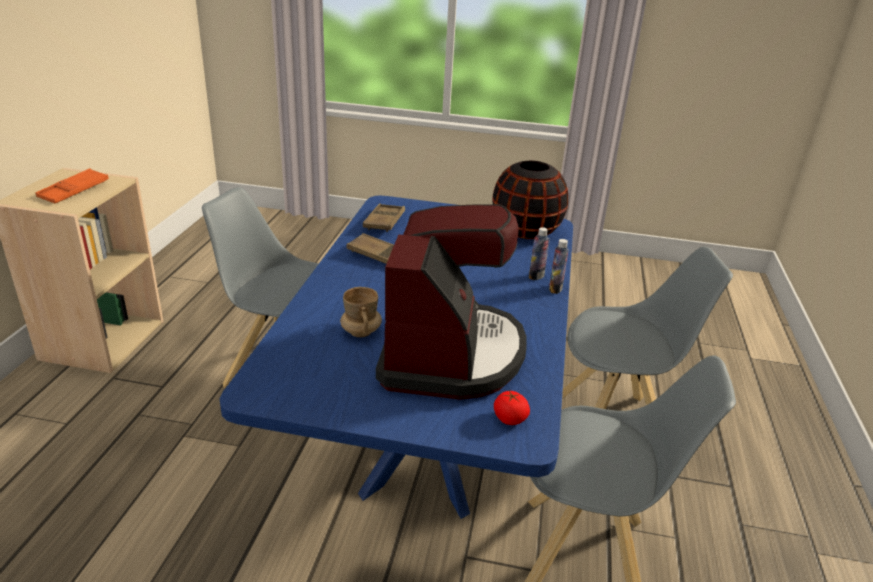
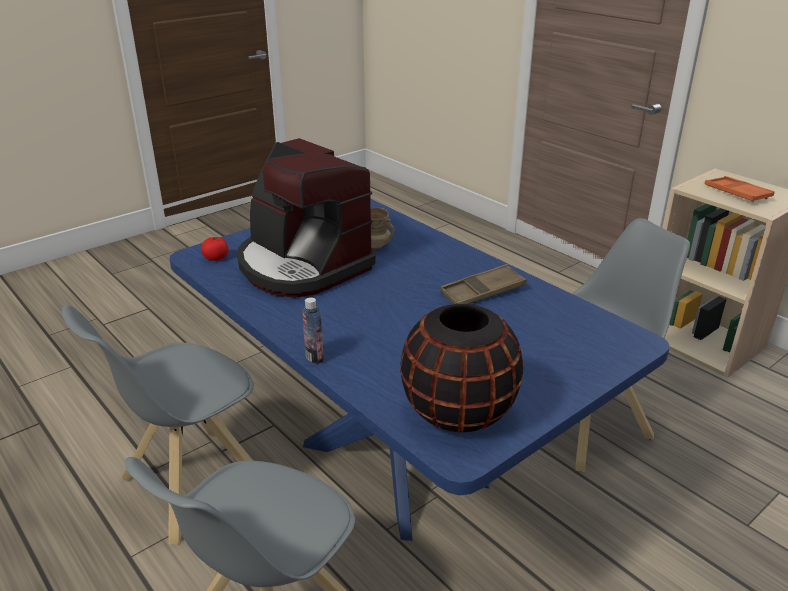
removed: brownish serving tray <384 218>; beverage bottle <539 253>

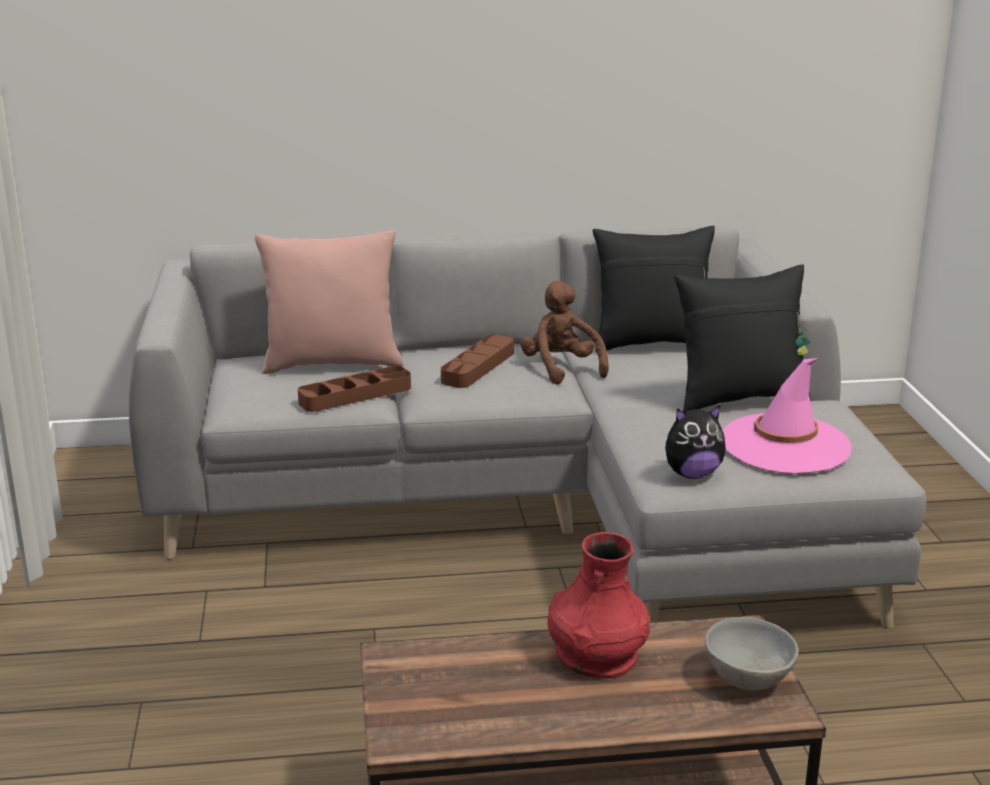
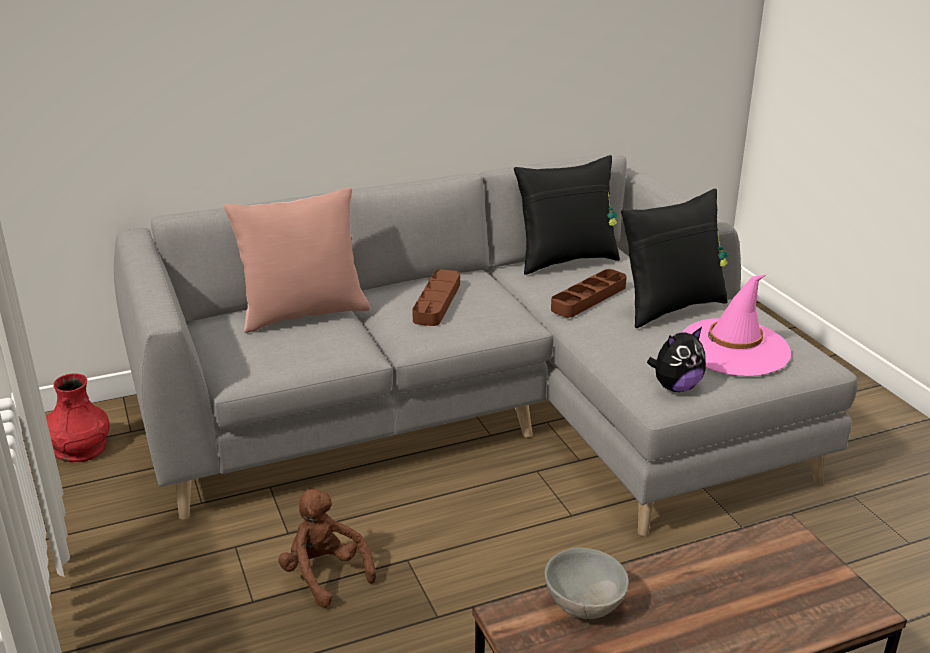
moved: reddish flower vase <599 605> to <77 417>; brownish soft toy <564 333> to <327 548>; greyish deep dish <752 653> to <586 583>; brownish serving tray <354 389> to <589 293>

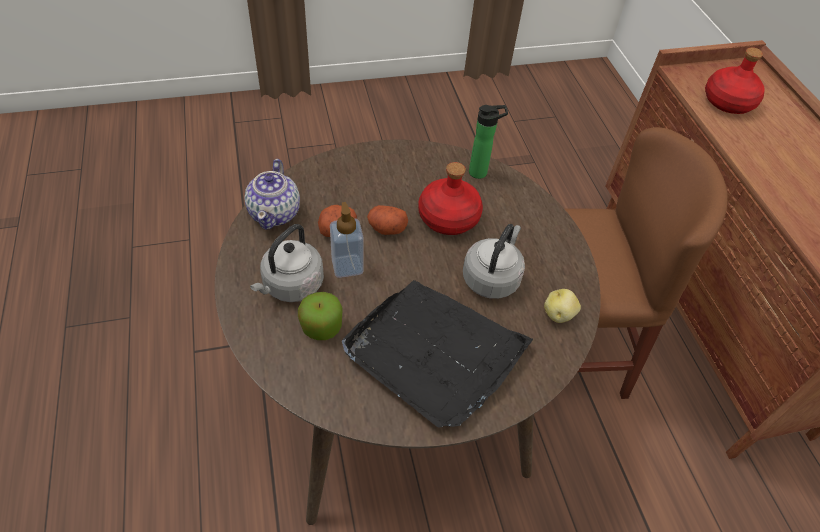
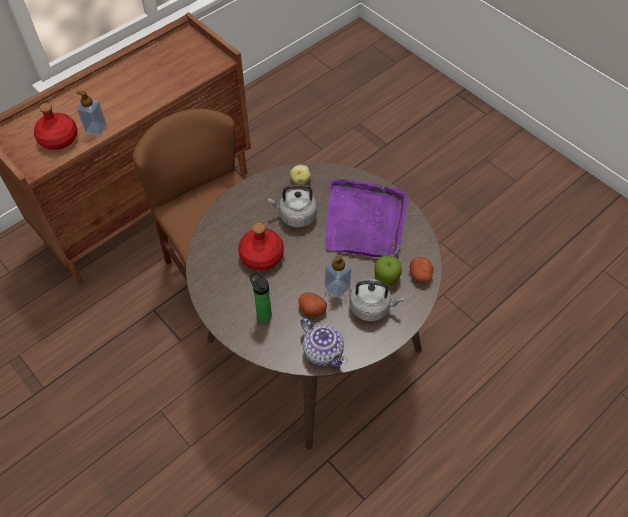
added: soap bottle <91 113>
moved: beverage bottle <488 142> to <260 296>; whole potato <387 220> to <421 270>
recoloured: black-coloured serving tray <437 353> to purple-coloured serving tray <366 218>
turned: teapot <272 194> = <323 342> 75 degrees clockwise

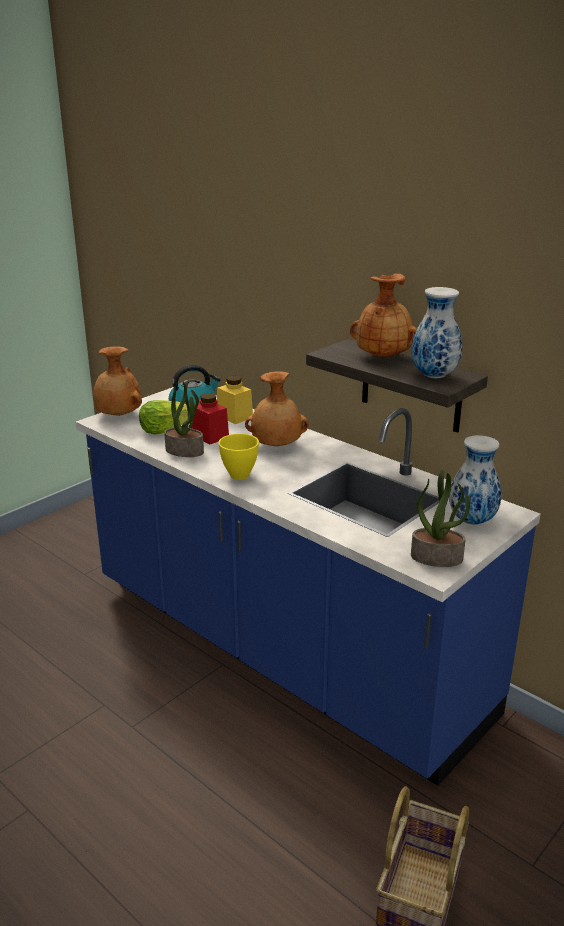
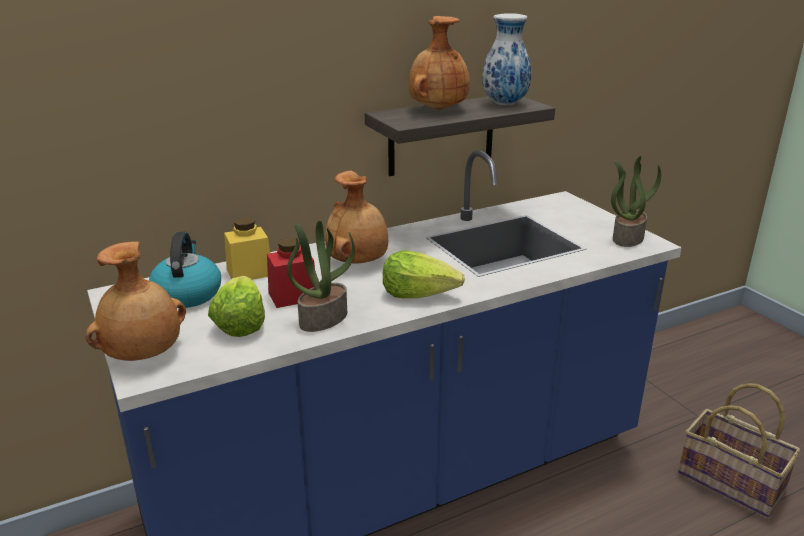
removed: flower vase <475 480>
replaced: yellow-coloured deep dish <238 457> to lettuce head <424 274>

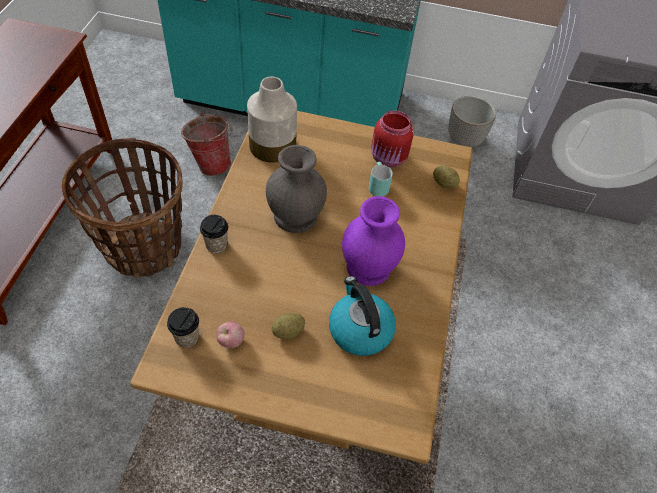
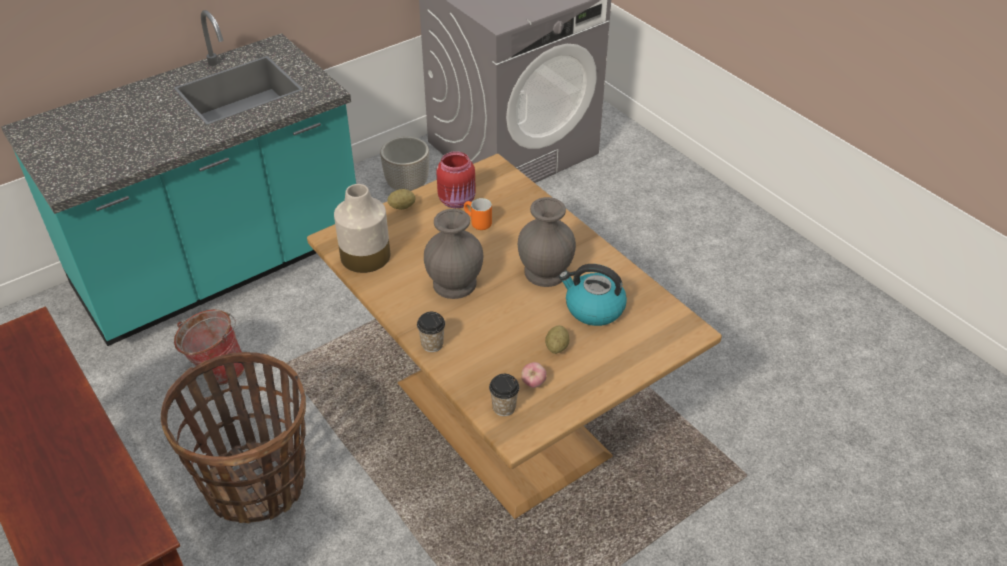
moved: whole potato <446 177> to <402 199>
recoloured: turquoise-coloured coffee mug <381 179> to orange-coloured coffee mug <478 214>; purple-coloured flower vase <373 241> to greyish flower vase <547 242>

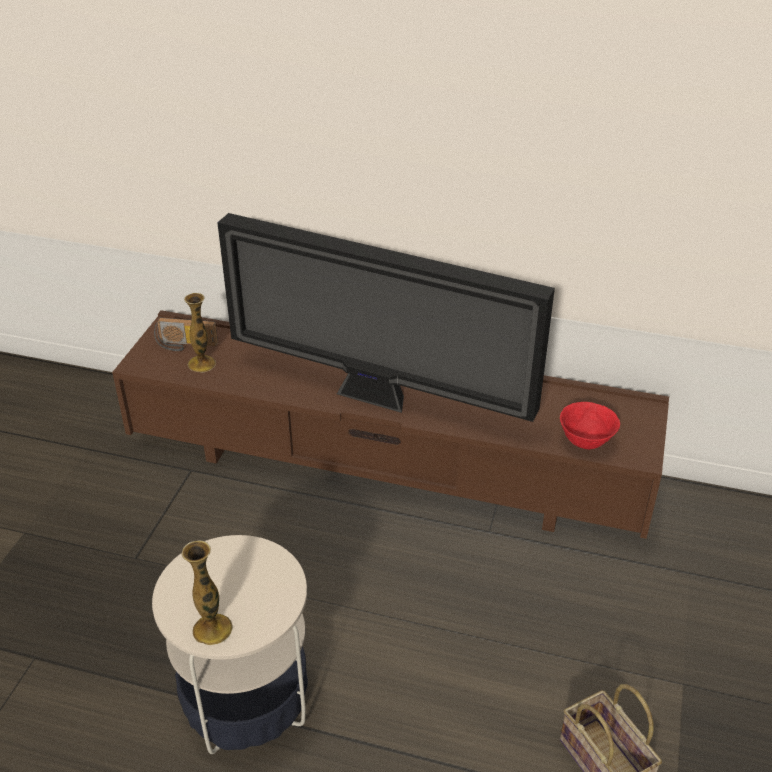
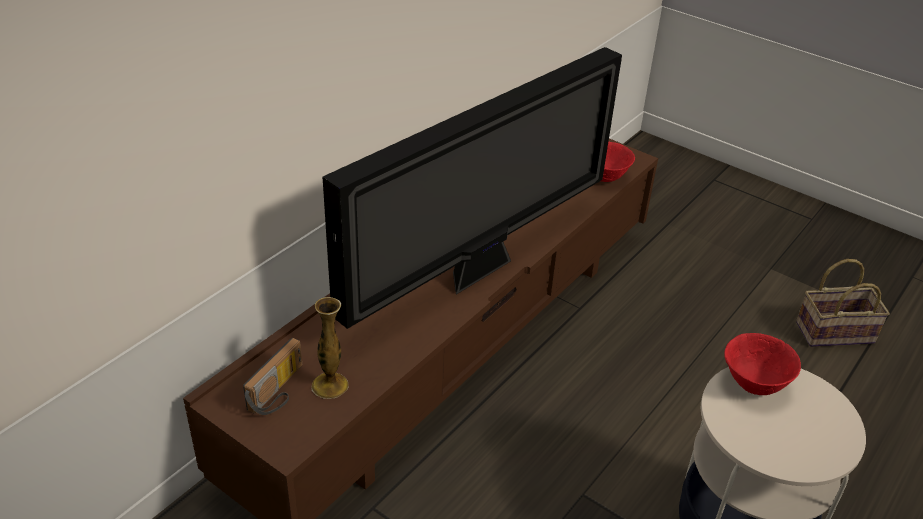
removed: flower vase <207 592>
added: reddish deep dish <762 364>

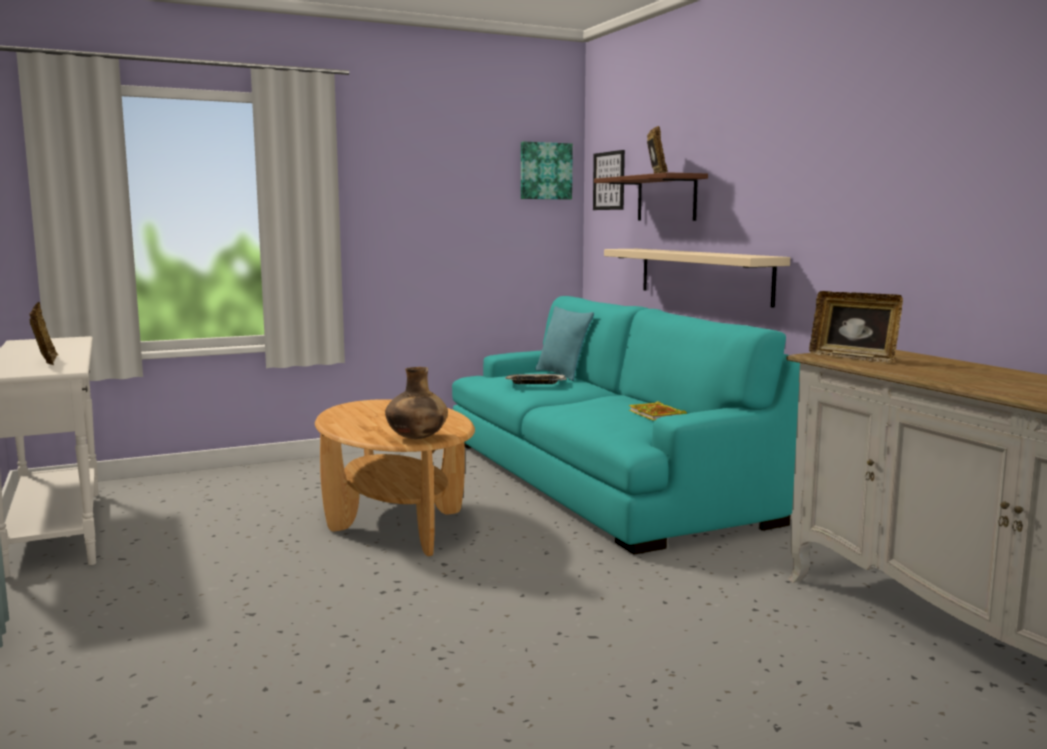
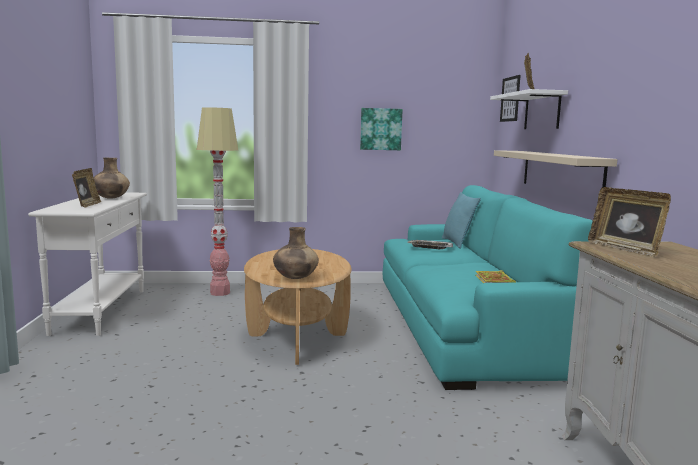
added: brownish flower vase <112 178>; floor lamp <217 201>
moved: wall picture <547 170> to <381 129>
recoloured: brownish wall shelf <651 196> to white-coloured wall shelf <529 109>

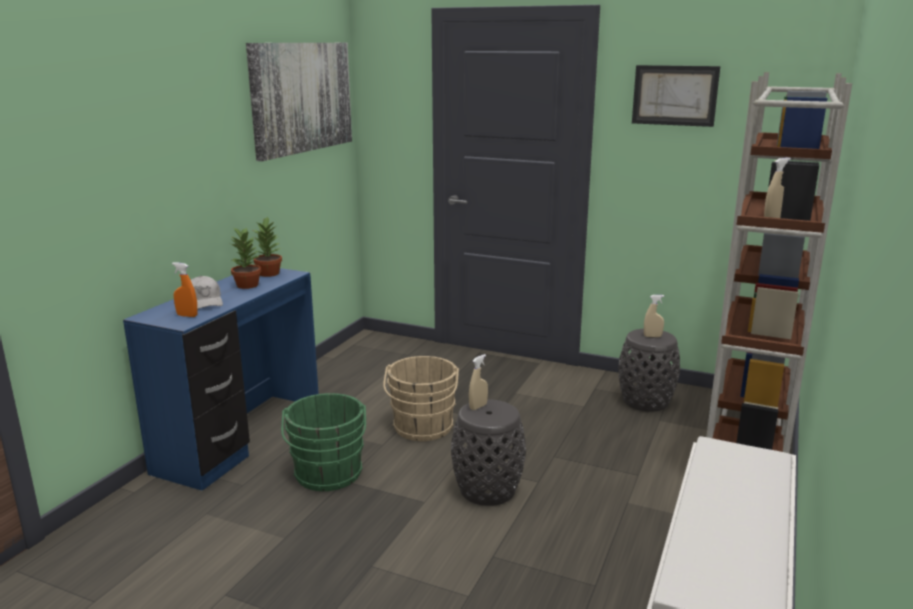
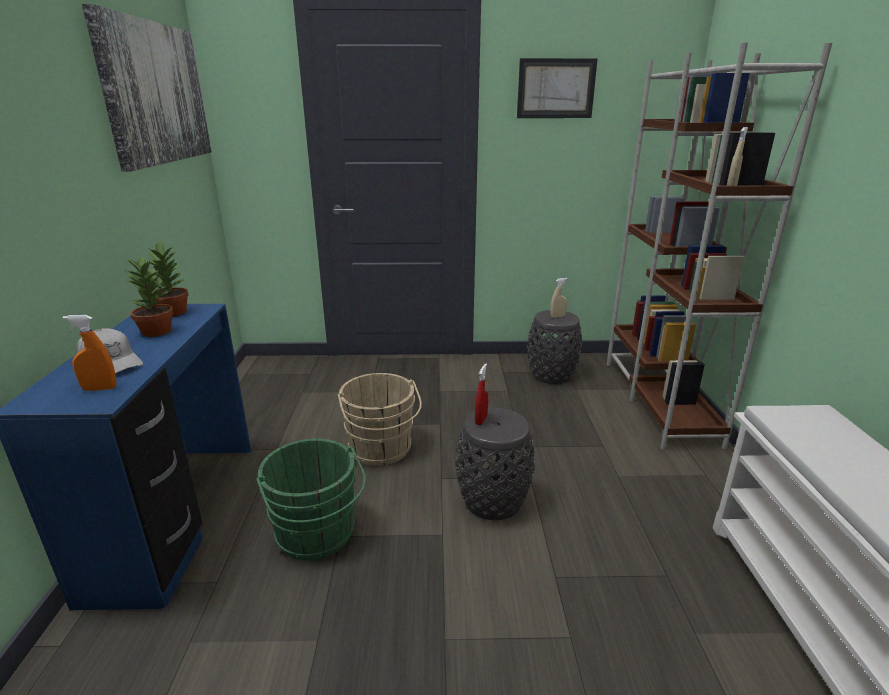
recoloured: sand-coloured spray bottle <478 382> to reddish spray bottle <481 394>

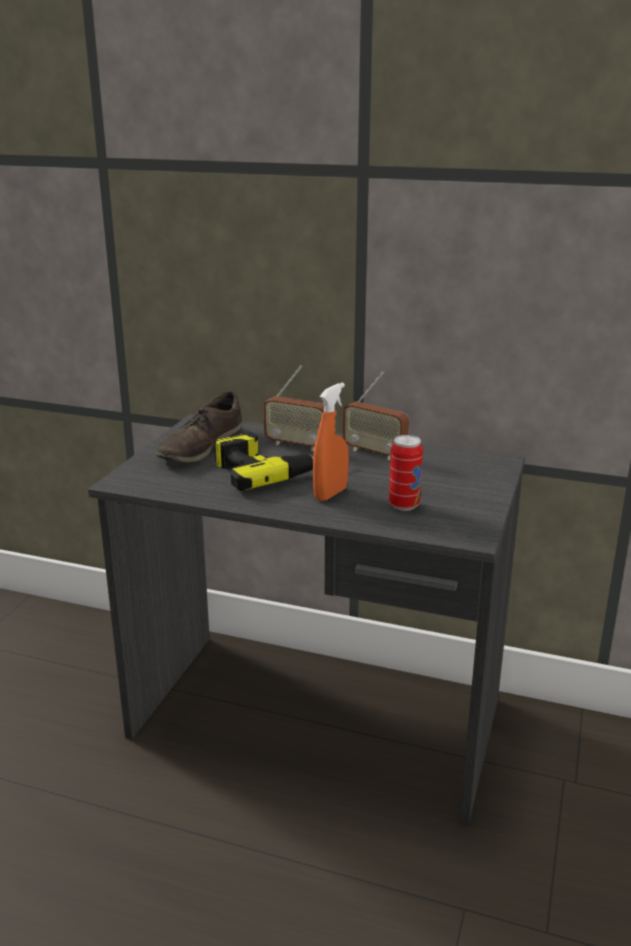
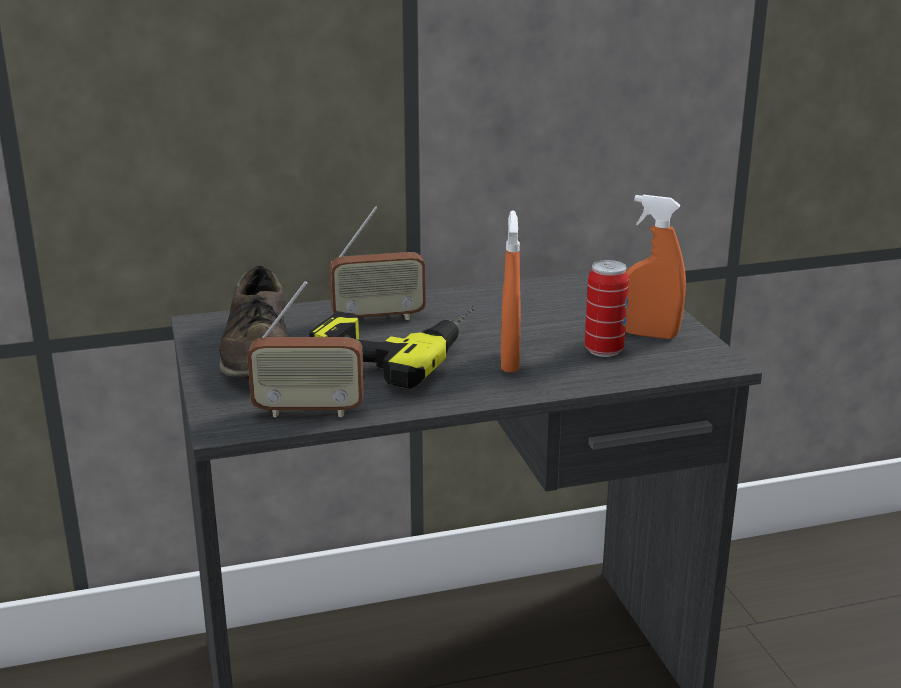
added: orange-coloured spray bottle <655 267>
moved: radio <376 416> to <305 349>

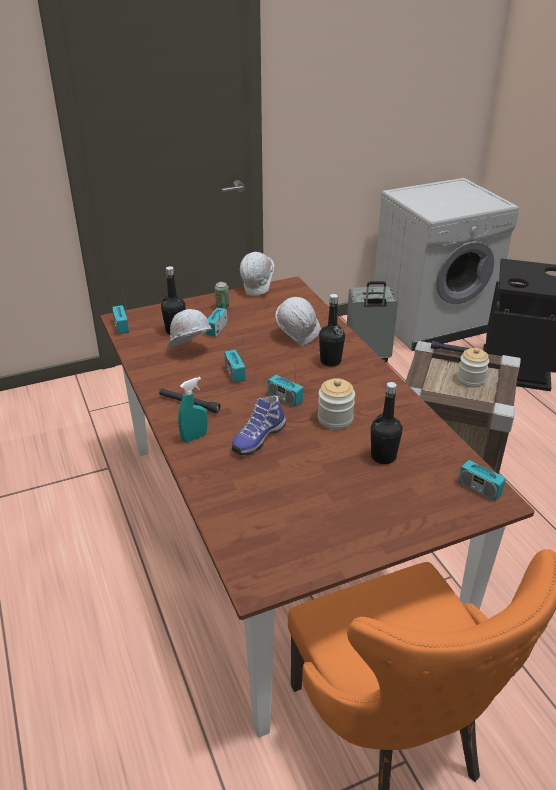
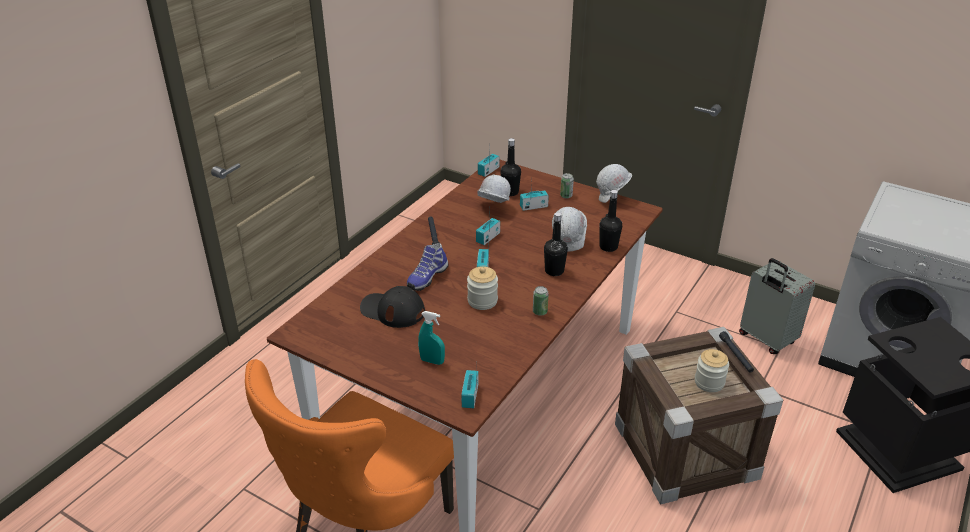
added: black-coloured baseball cap <392 307>; metal can <541 301>
moved: turquoise-coloured spray bottle <193 409> to <431 338>; black-coloured beverage bottle <387 423> to <610 221>
turned: low shoe <259 425> = <428 267> 60 degrees counterclockwise

